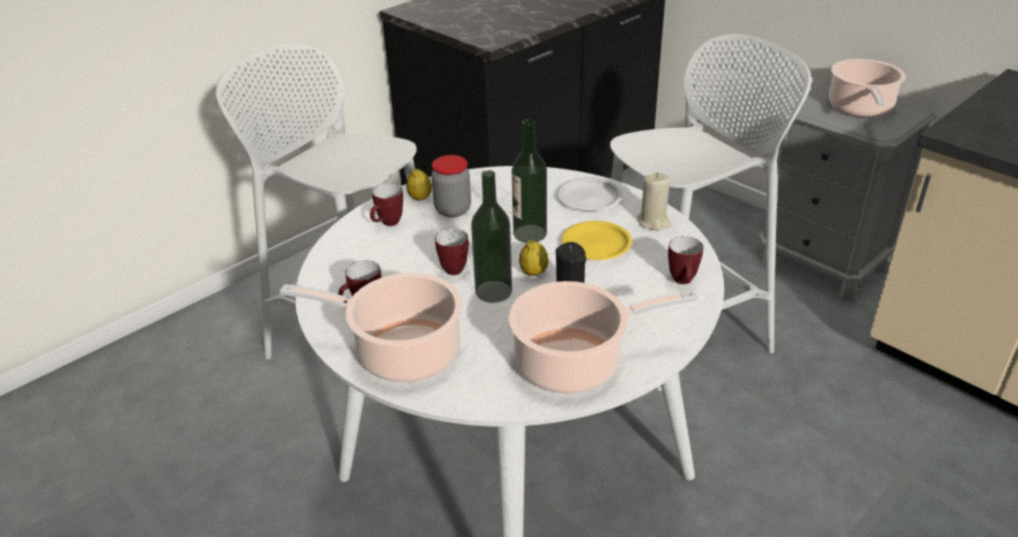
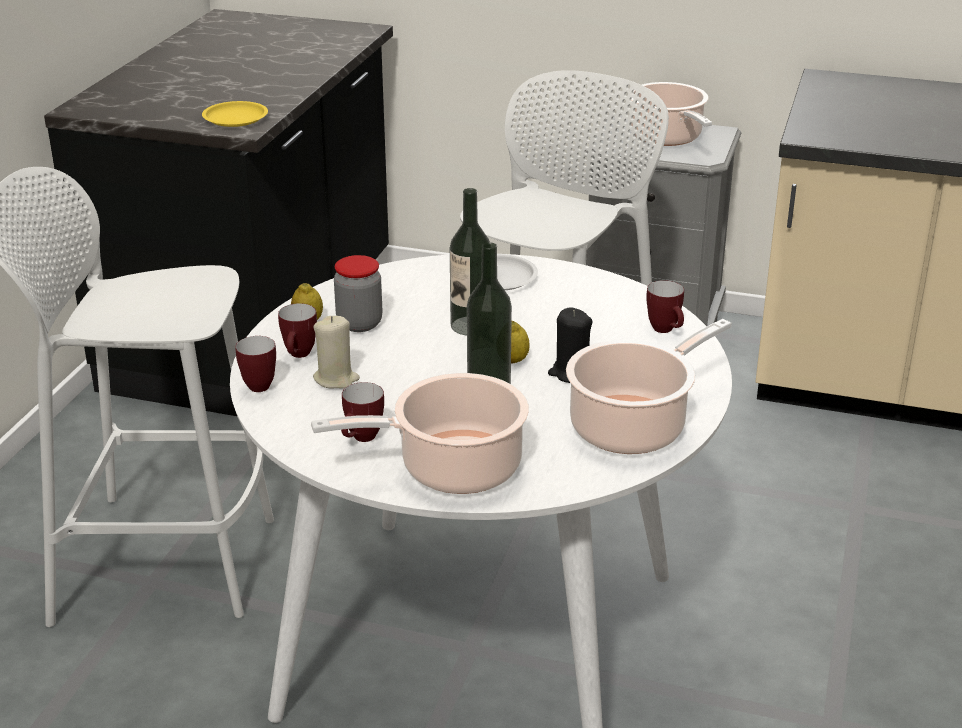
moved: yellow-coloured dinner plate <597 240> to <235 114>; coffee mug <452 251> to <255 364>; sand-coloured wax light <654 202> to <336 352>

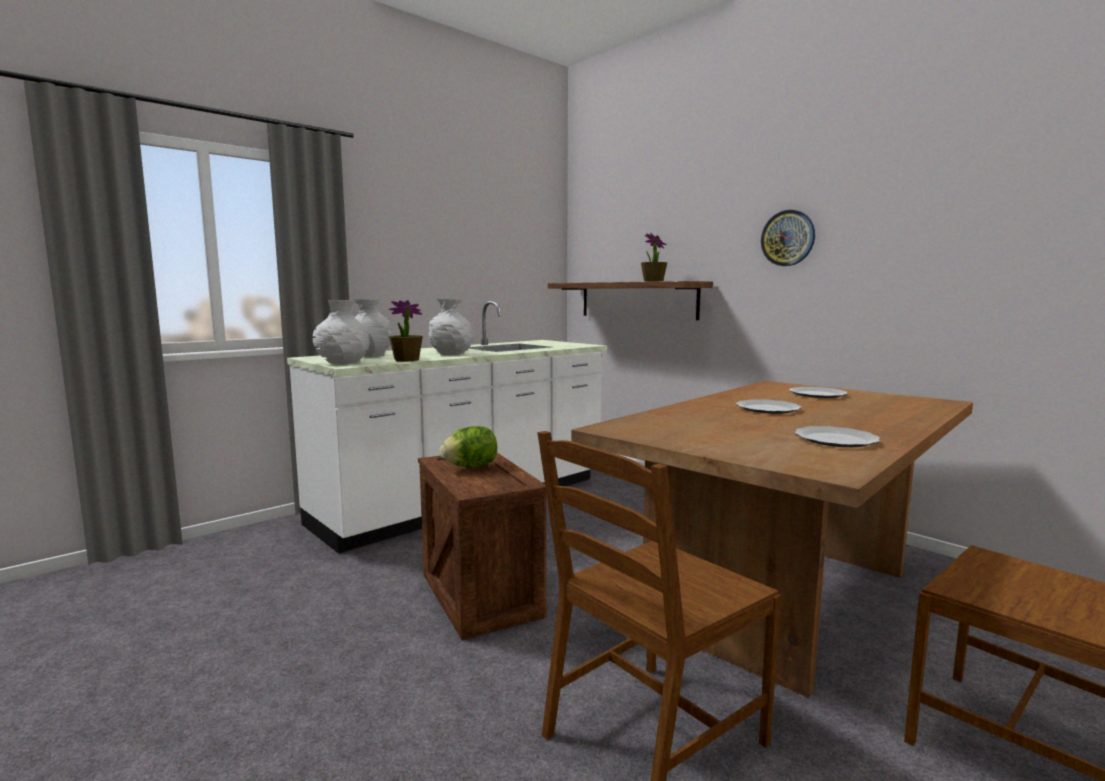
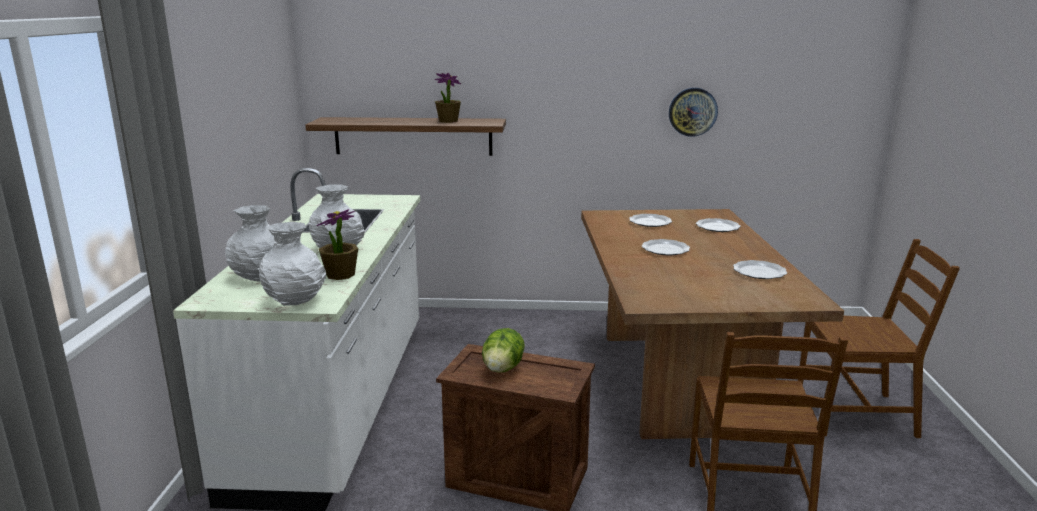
added: dinner plate <718 225>
moved: hanging clock <788 238> to <693 112>

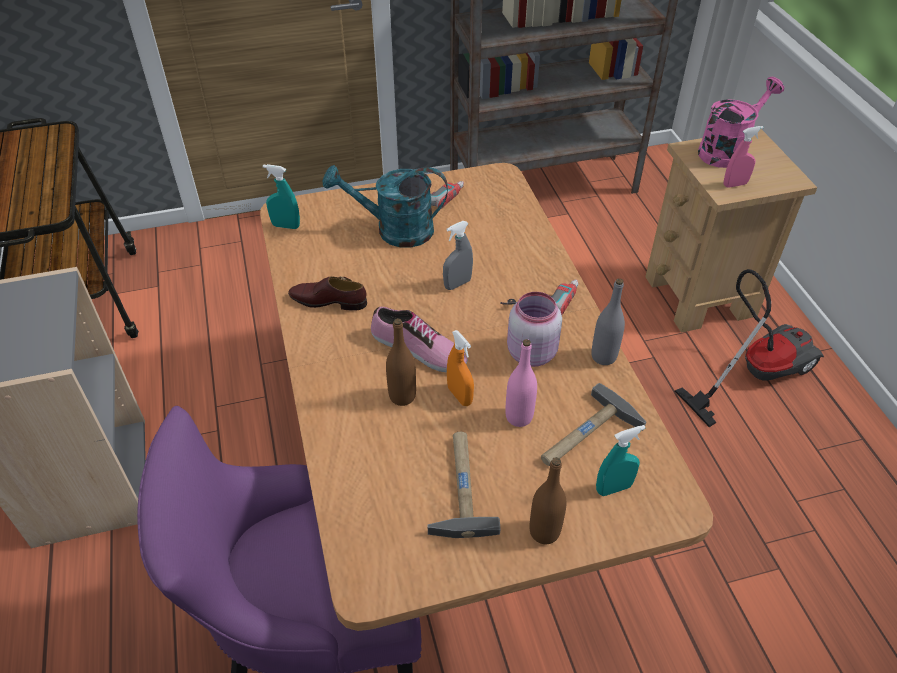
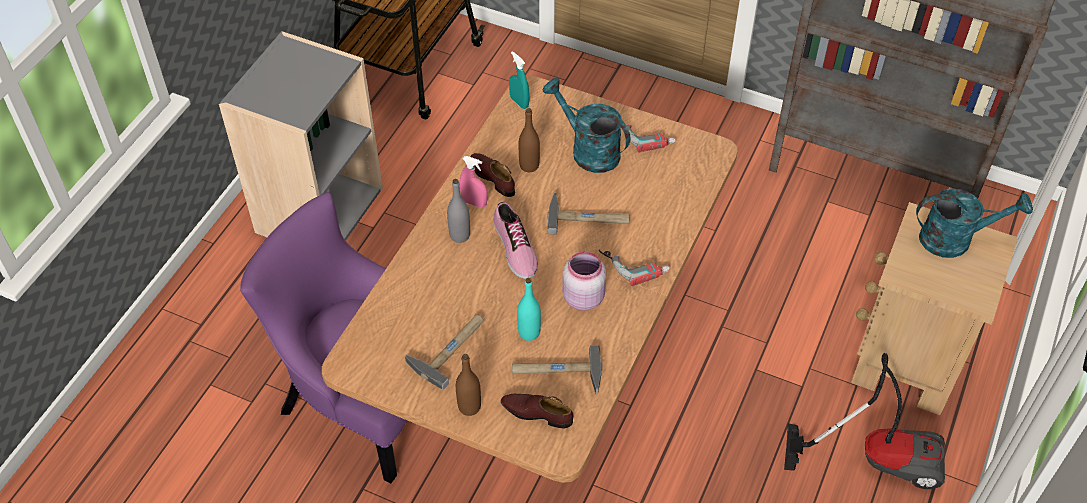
removed: orange-coloured spray bottle <460 368>
moved: greyish beverage bottle <608 322> to <458 211>; pink spray bottle <744 157> to <473 182>; brownish beverage bottle <401 362> to <529 140>
replaced: turquoise-coloured spray bottle <620 460> to brownish low shoe <537 411>; greyish spray bottle <458 255> to hand hammer <588 213>
recoloured: pink beverage bottle <521 383> to turquoise-coloured beverage bottle <529 309>; pink sprinkling can <741 122> to turquoise-coloured sprinkling can <974 223>

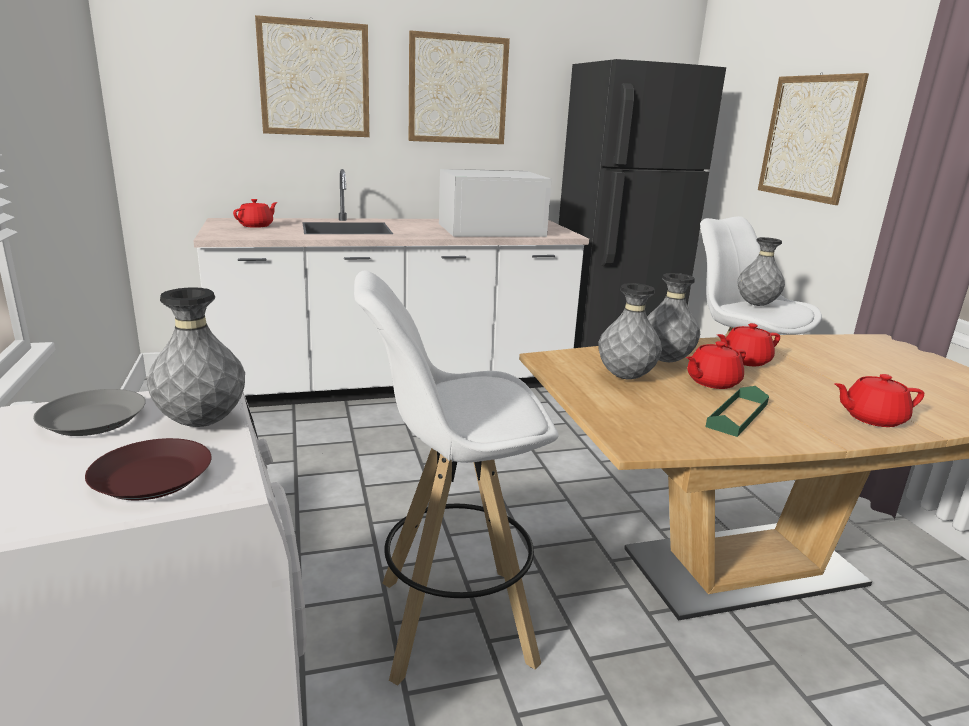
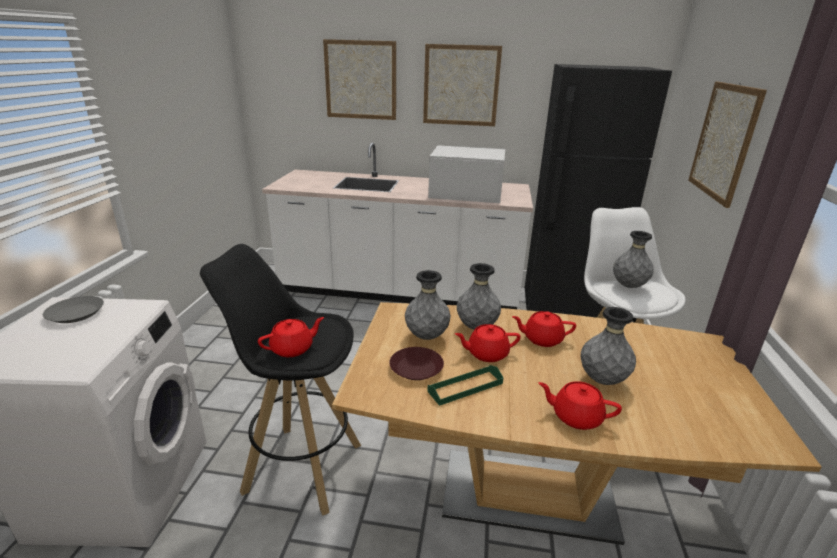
moved: reddish teapot <255 213> to <291 337>; brownish dinner plate <148 469> to <416 363>; greyish flower vase <196 357> to <608 346>
recoloured: white-coloured sitting stool <456 478> to black-coloured sitting stool <280 380>

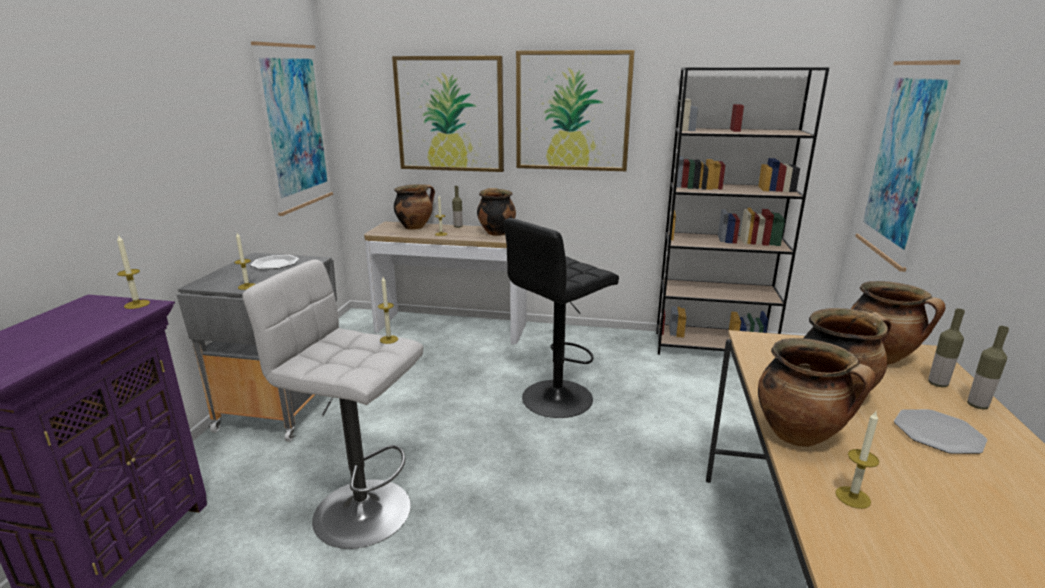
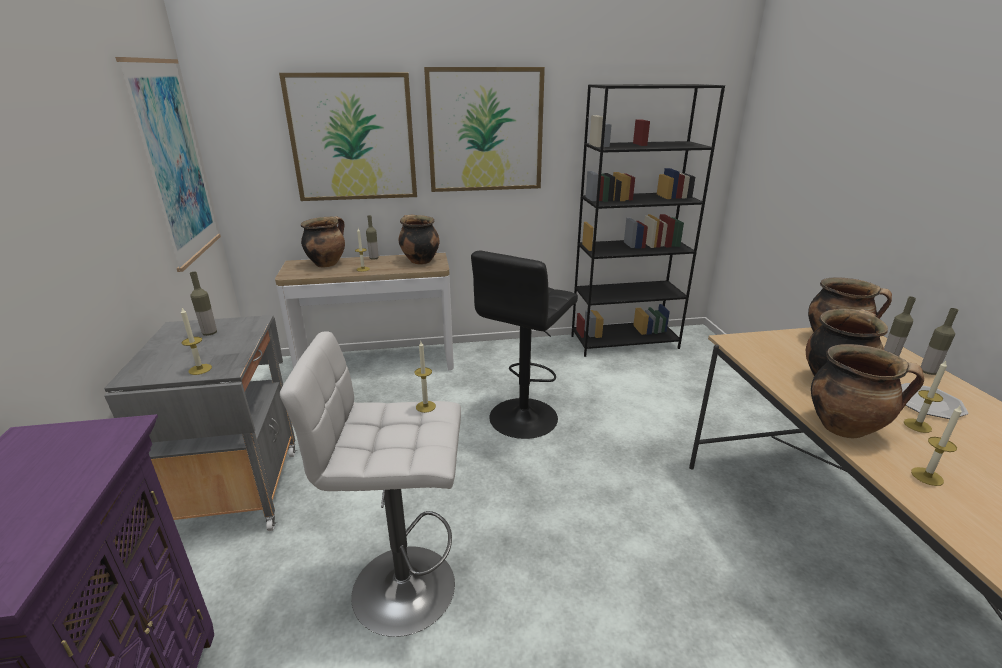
removed: wall picture <908 166>
moved: wax light <133 271> to <925 397>
replaced: dinner plate <274 262> to beverage bottle <203 304>
recoloured: sand-coloured bookcase <742 211> to black-coloured bookcase <648 220>

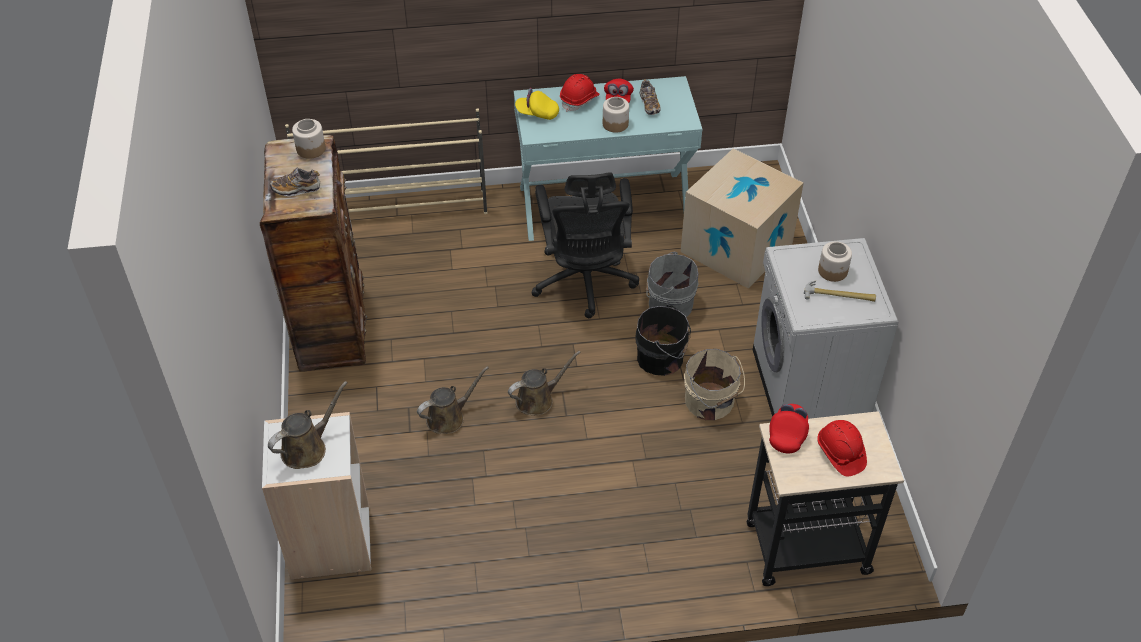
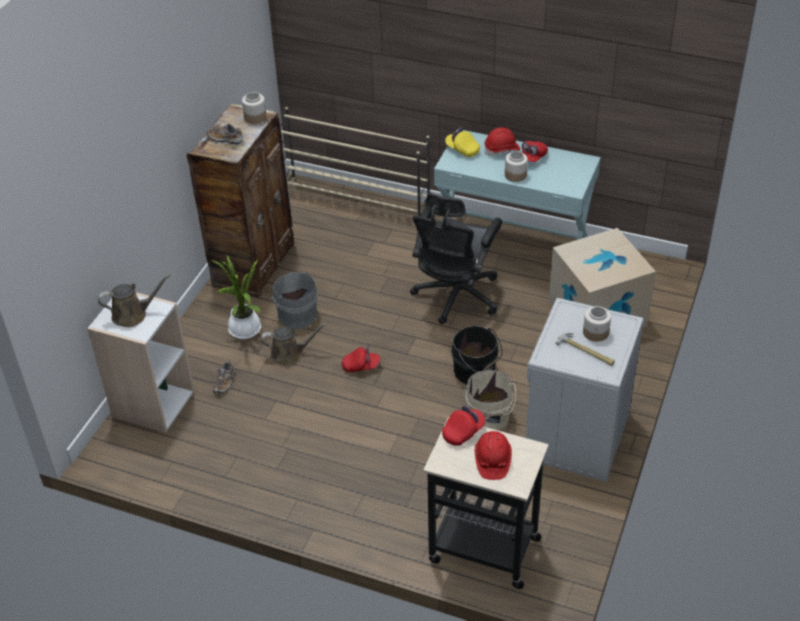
added: houseplant <236 297>
moved: low shoe <650 97> to <224 377>; greyish pail <672 284> to <293 300>
replaced: brownish sprinkling can <544 383> to reddish baseball cap <361 359>

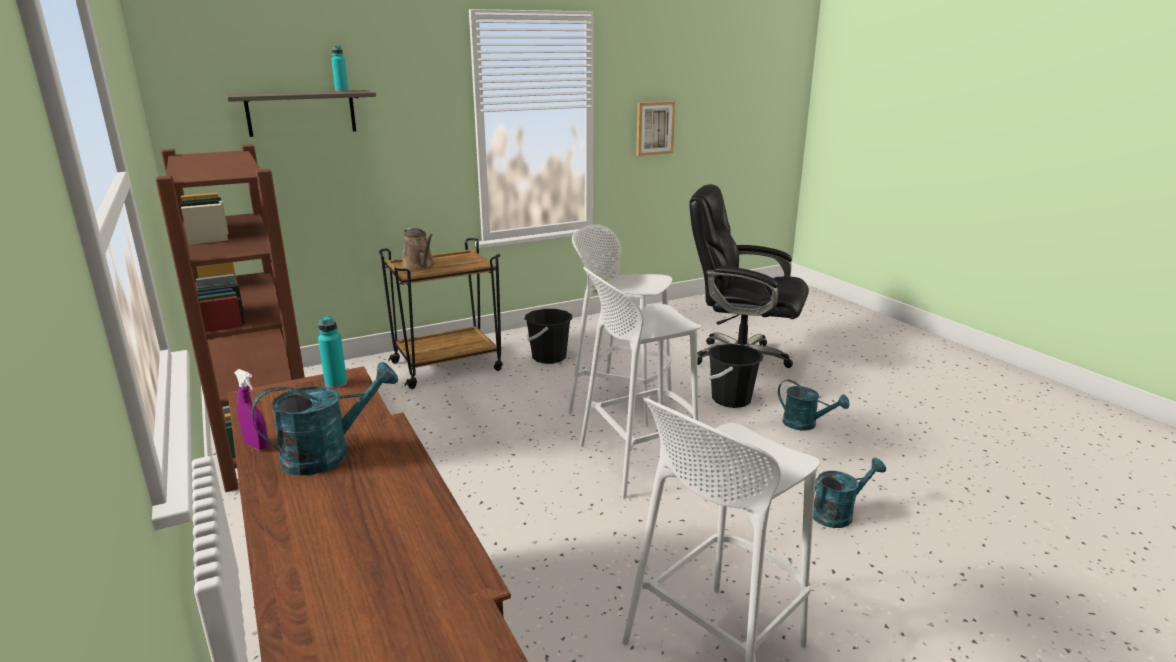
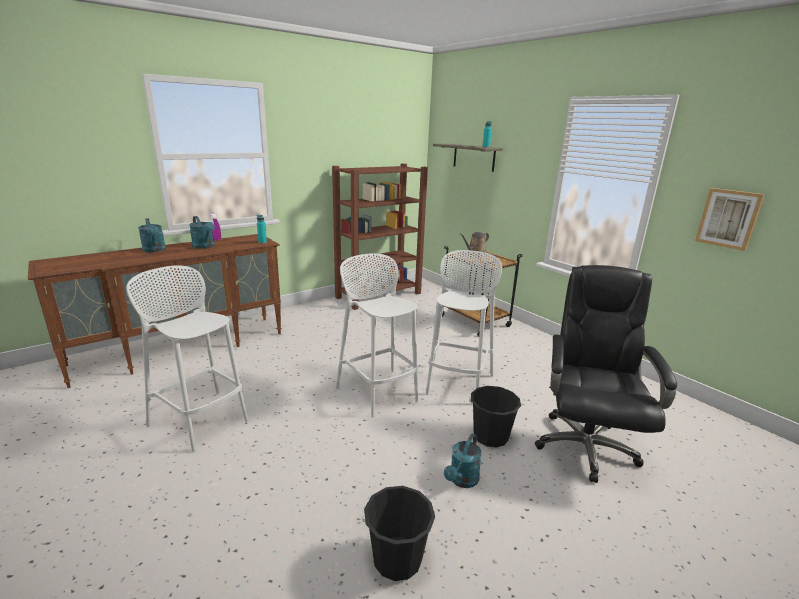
moved: turquoise-coloured sprinkling can <849 493> to <152 235>; black-coloured pail <548 336> to <399 533>

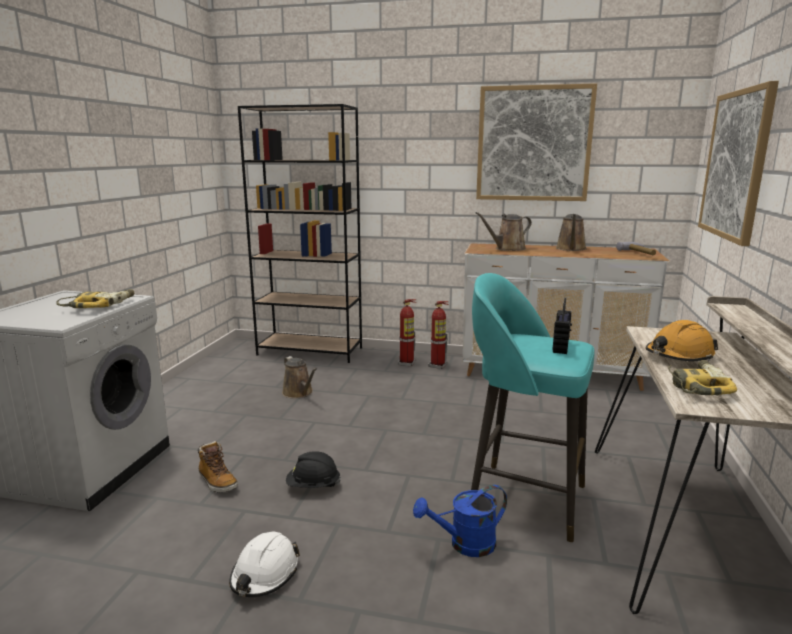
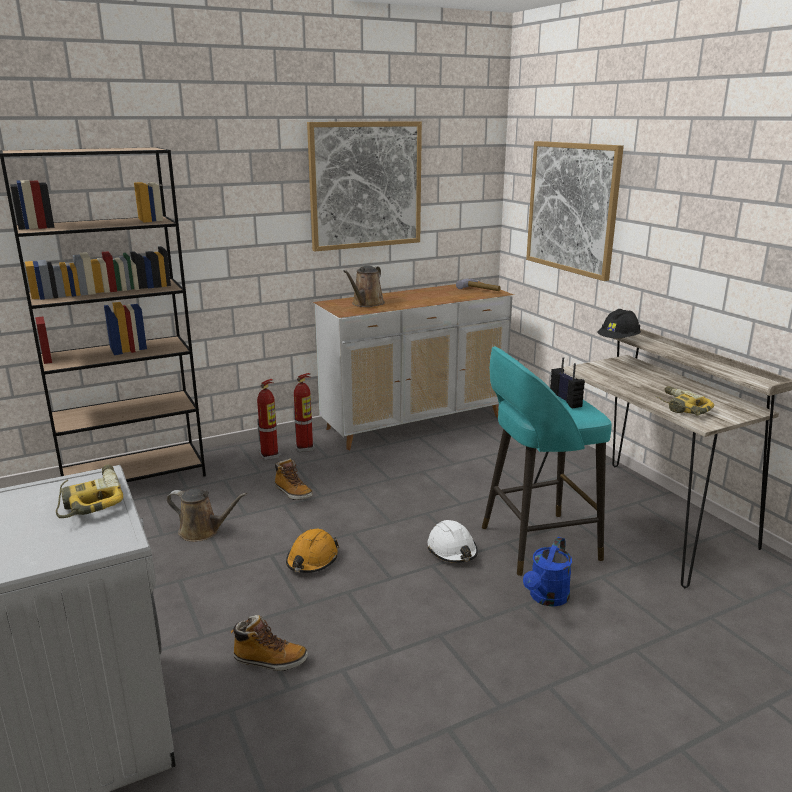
removed: brownish sprinkling can <571 232>
added: boot <293 479>
moved: orange-coloured work helmet <681 341> to <312 551>; white-coloured work helmet <264 564> to <453 541>; black-coloured work helmet <313 469> to <619 323>

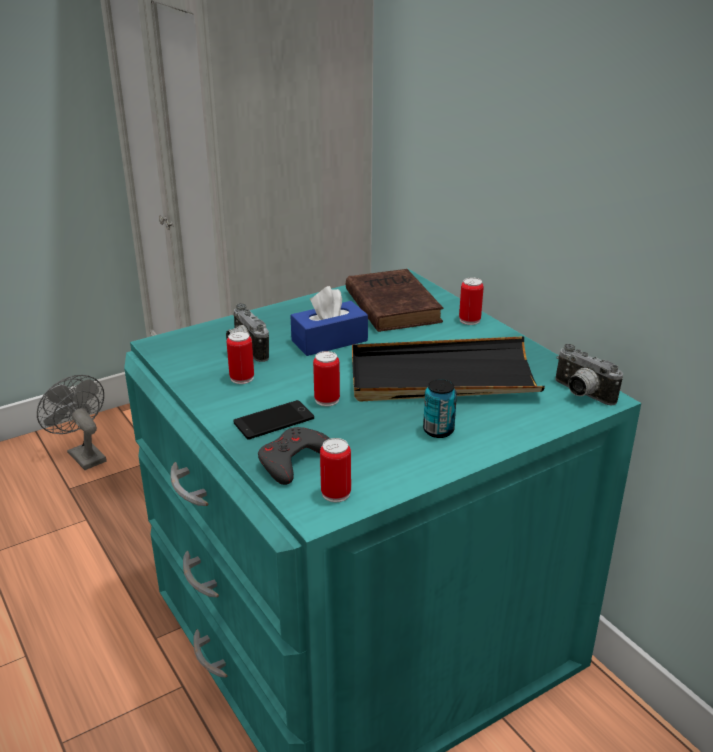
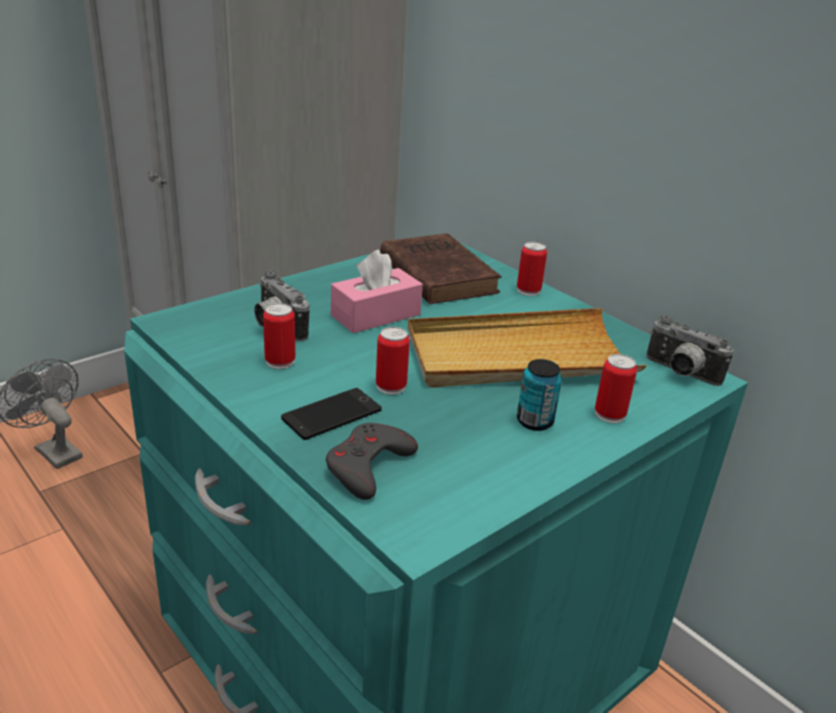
moved: metal can <335 470> to <616 388>
recoloured: bluish tissue box <329 321> to pink tissue box <377 291>; black-coloured serving tray <448 369> to sand-coloured serving tray <527 348>

